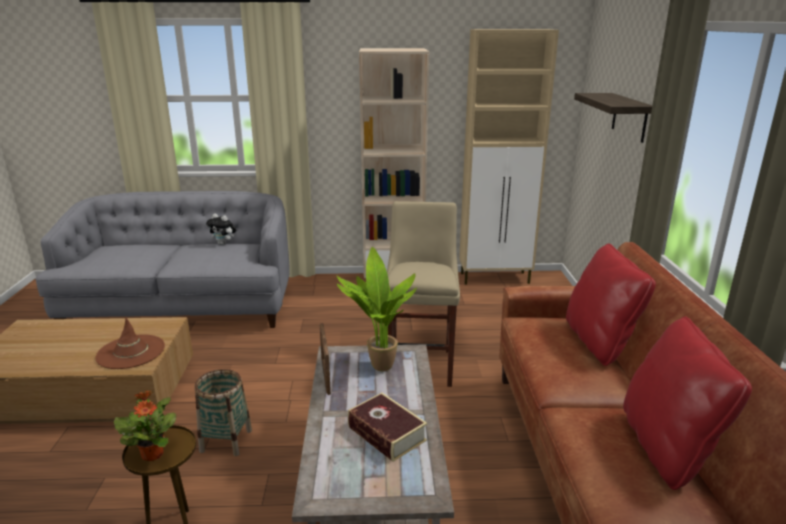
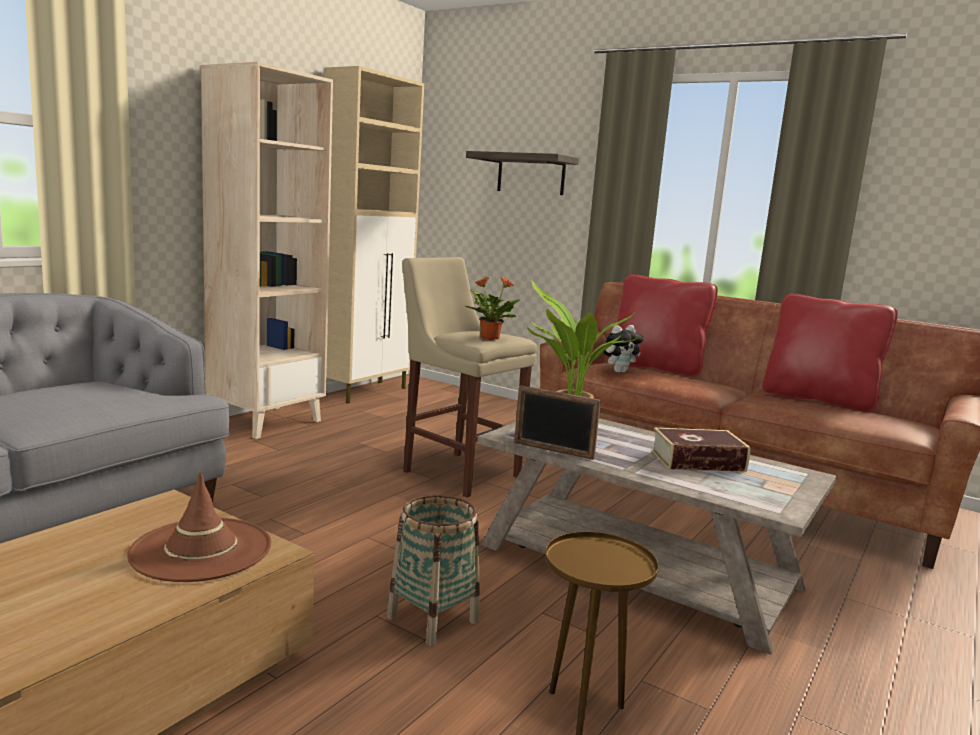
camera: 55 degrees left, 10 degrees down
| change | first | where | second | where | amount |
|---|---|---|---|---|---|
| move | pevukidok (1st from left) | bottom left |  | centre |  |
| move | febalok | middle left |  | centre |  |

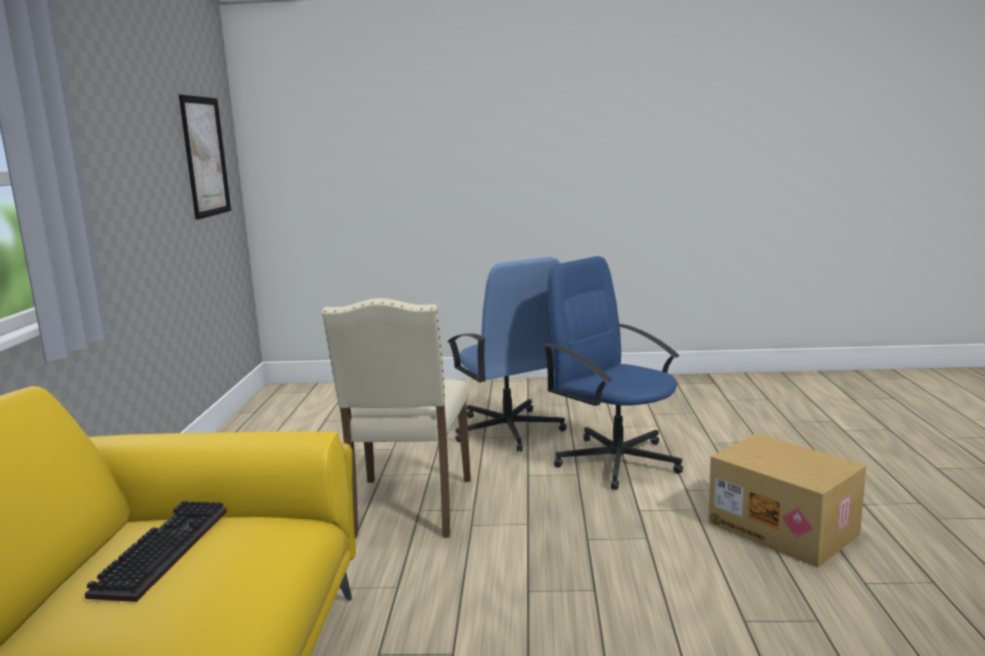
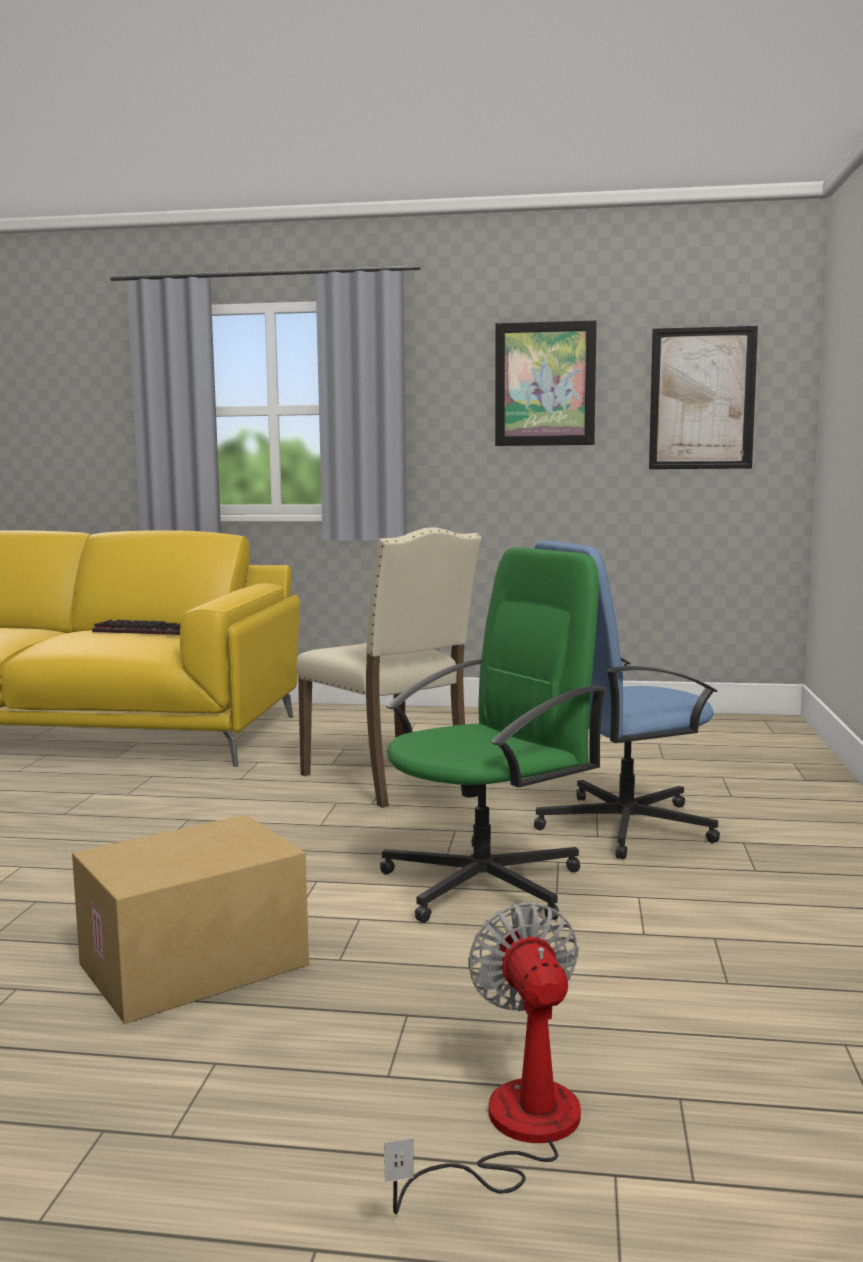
camera: 95 degrees right, 5 degrees down
| change | first | where | second | where | amount |
|---|---|---|---|---|---|
| rotate | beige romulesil | centre |  | centre | 135 degrees counterclockwise |
| recolor | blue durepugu (2nd from left) | centre | green durepugu | centre |  |
| insert |  |  | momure | bottom centre |  |
| insert |  |  | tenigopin (1st from left) | top centre |  |

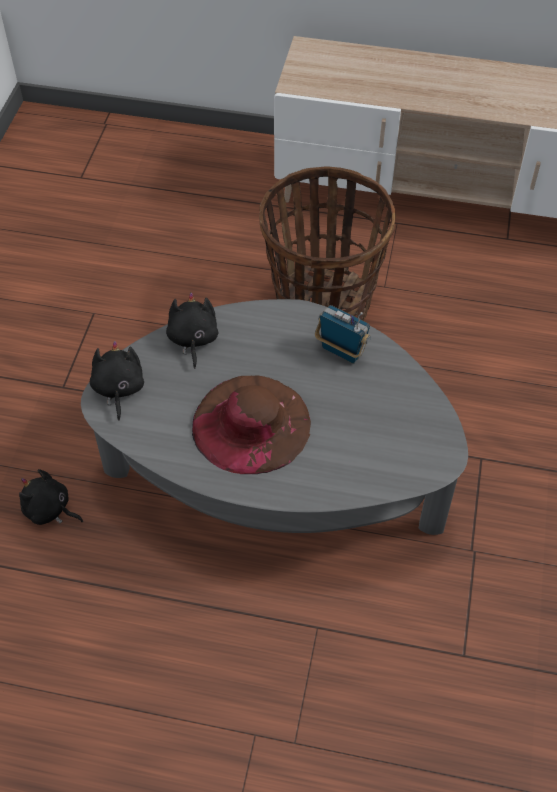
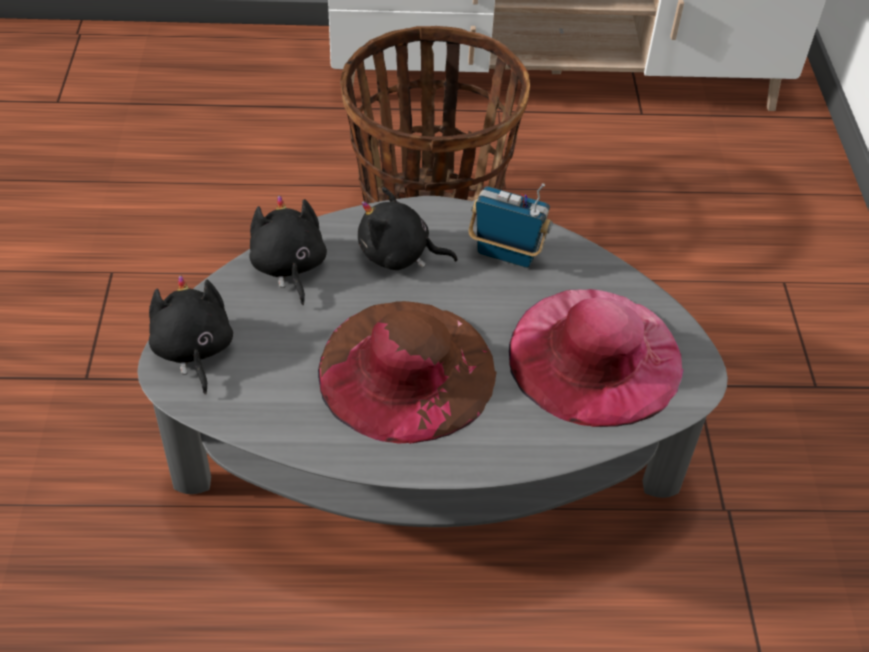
camera: 15 degrees left, 5 degrees down
| change | first | where | second | where | amount |
|---|---|---|---|---|---|
| move | black febalok (1st from left in the first image) | middle left | black febalok (3rd from left) | centre |  |
| insert |  |  | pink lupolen | middle right |  |

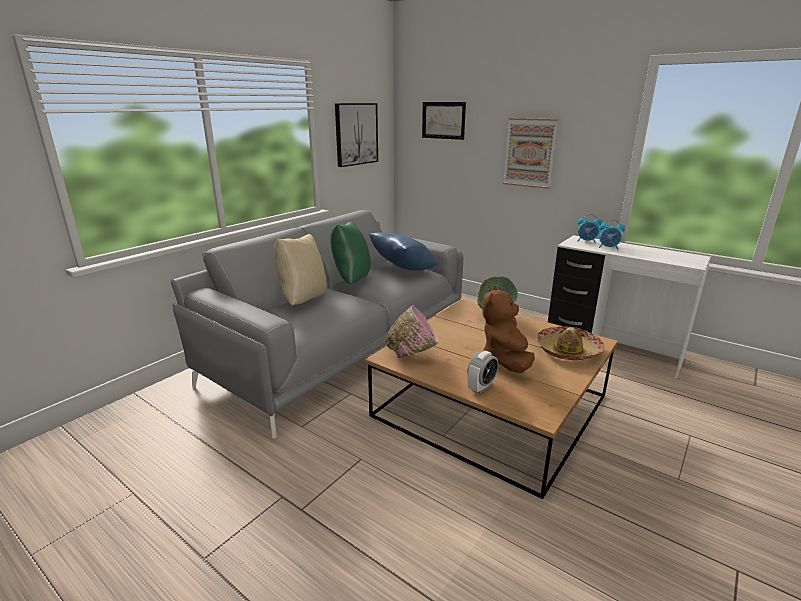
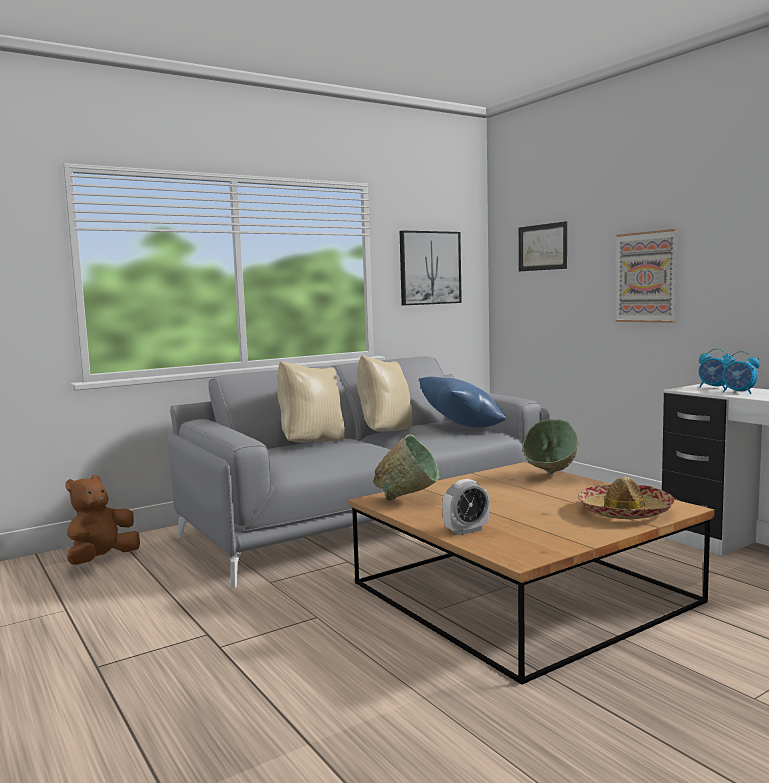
camera: 20 degrees right, 15 degrees down
| change | first | where | second | where | amount |
|---|---|---|---|---|---|
| move | brown febalok | centre |  | middle left |  |
| recolor | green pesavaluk | centre | beige pesavaluk (2nd from left) | centre |  |
| recolor | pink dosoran | centre | green dosoran (1st from left) | centre |  |

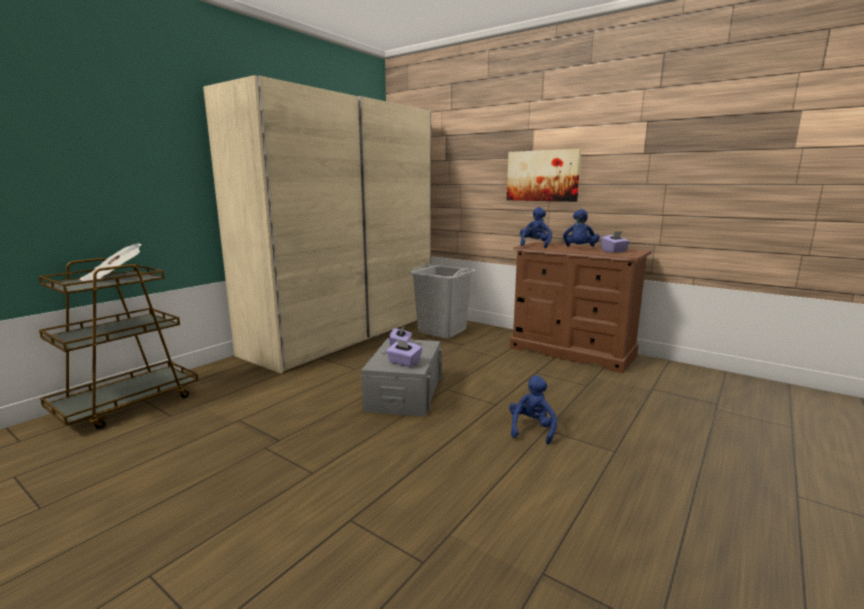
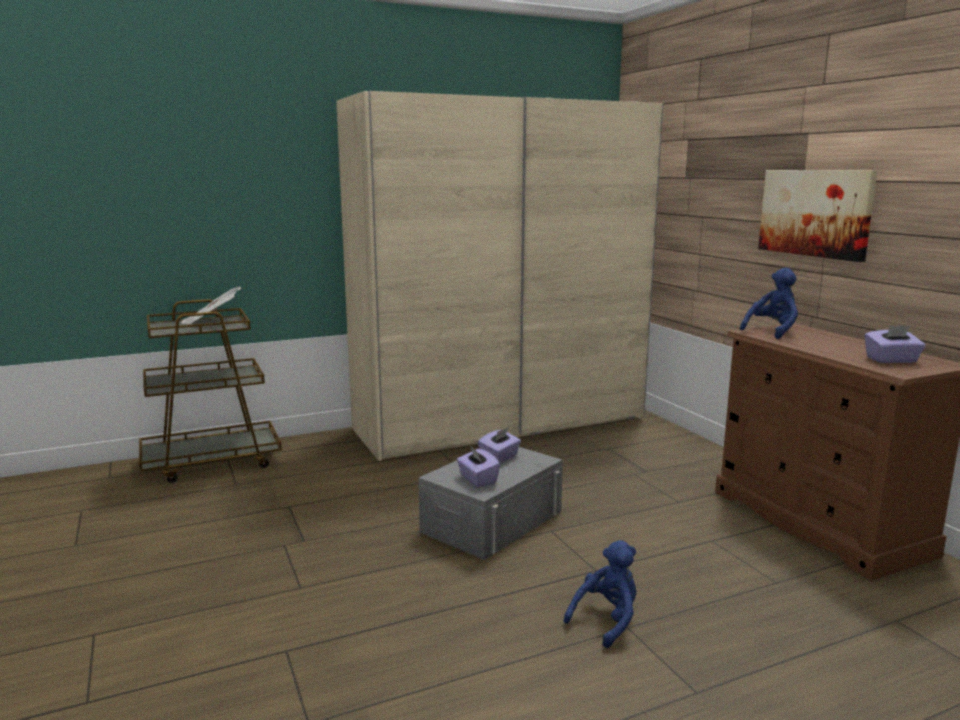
camera: 30 degrees right, 0 degrees up
| change | first | where | second | where | amount |
|---|---|---|---|---|---|
| delete | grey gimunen | centre |  |  |  |
| delete | blue febalok (3rd from left) | middle right |  |  |  |

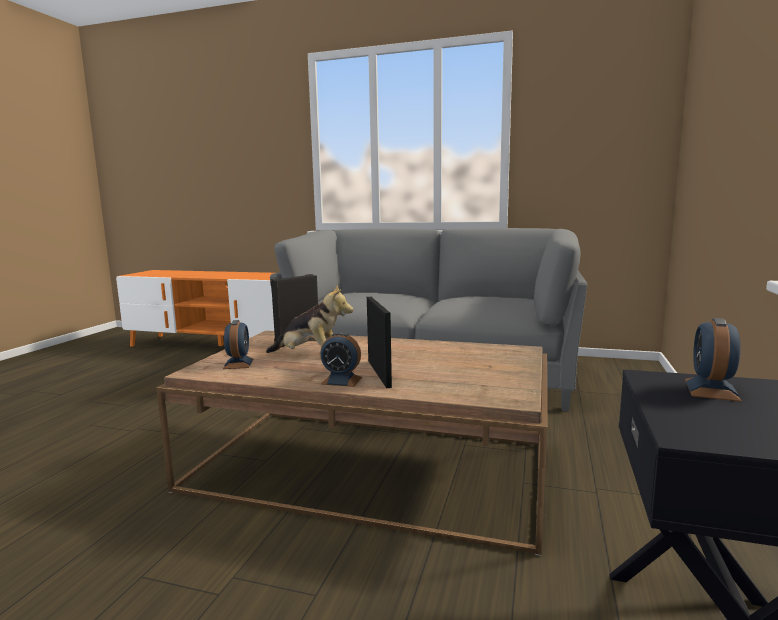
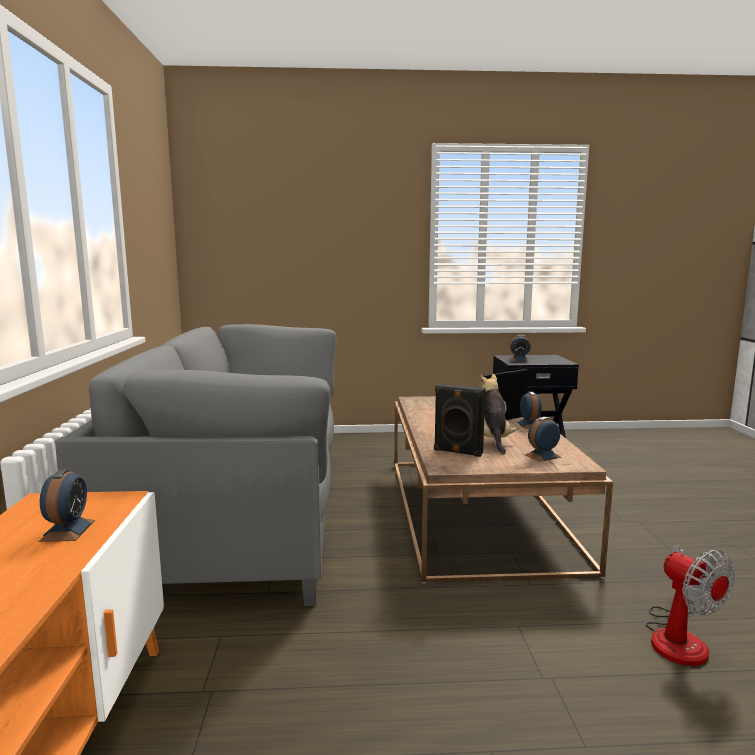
camera: 110 degrees left, 0 degrees up
| change | first | where | second | where | amount |
|---|---|---|---|---|---|
| insert |  |  | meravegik (1st from left) | bottom left |  |
| insert |  |  | momure | bottom right |  |

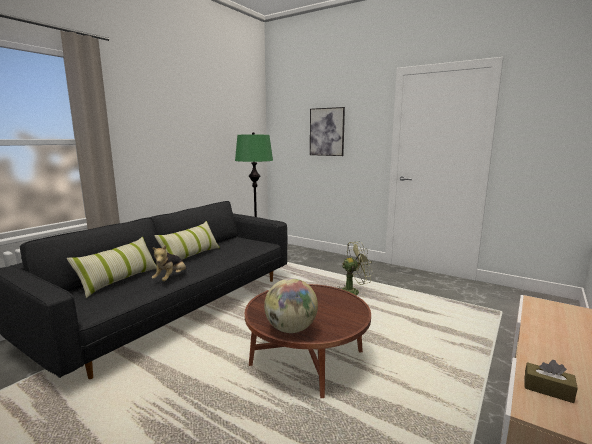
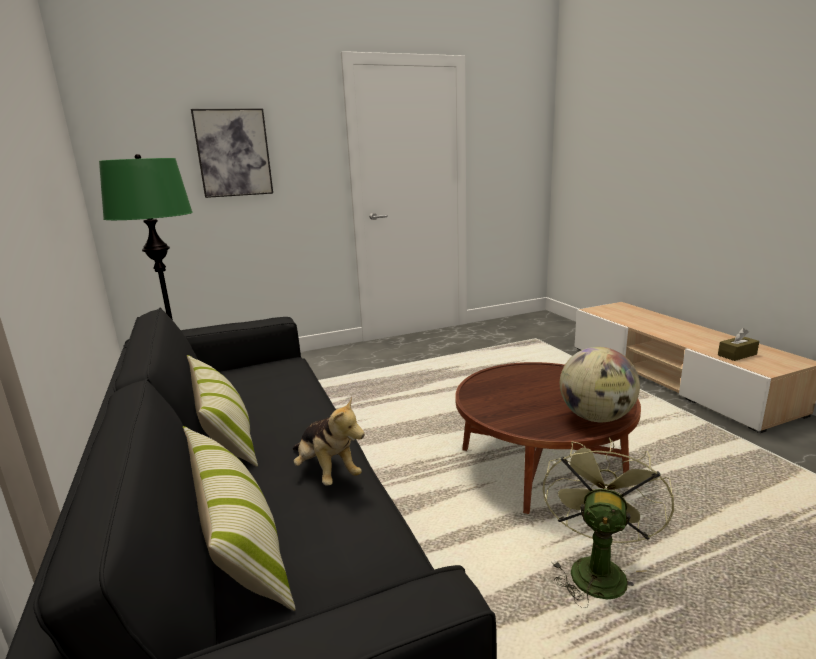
camera: 55 degrees left, 5 degrees up
| change | first | where | second | where | amount |
|---|---|---|---|---|---|
| move | green momure | centre |  | bottom right |  |

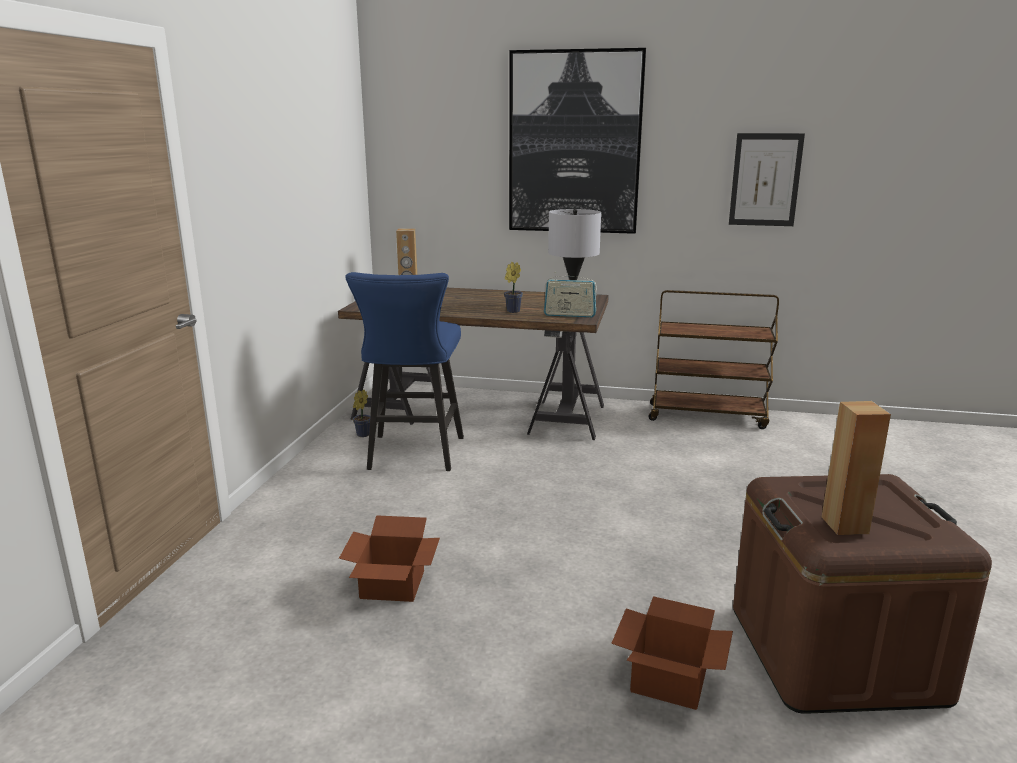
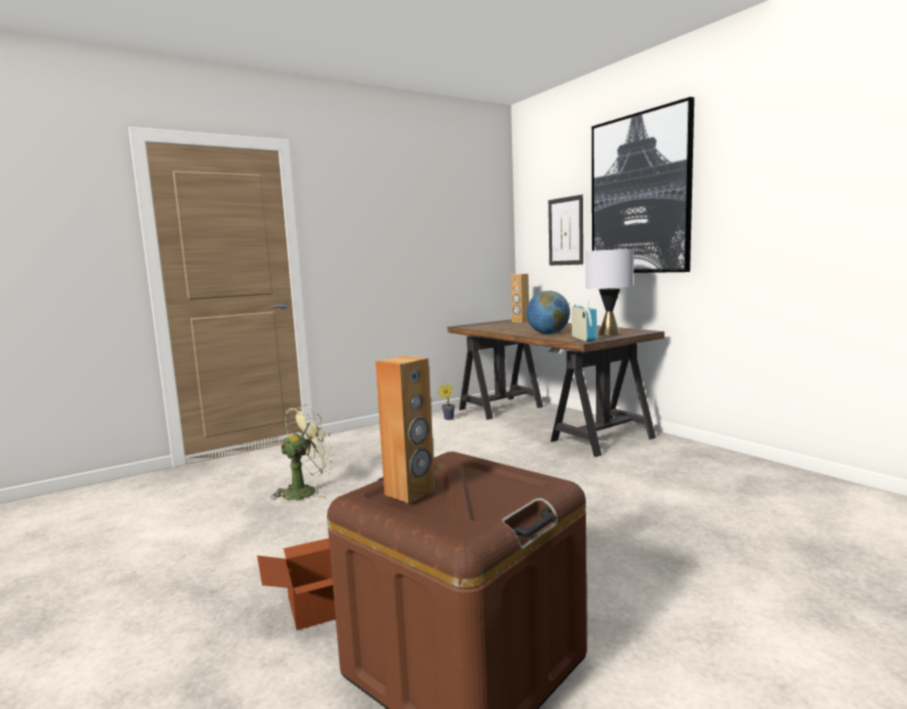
camera: 45 degrees right, 10 degrees down
| change | first | where | second | where | amount |
|---|---|---|---|---|---|
| replace | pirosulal (1st from left) | bottom centre | green momure | middle left |  |
| replace | pevukidok (2nd from left) | centre | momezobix | centre |  |
| move | tenigopin (2nd from left in the first image) | top right | tenigopin (1st from left) | top centre |  |
| rotate | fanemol | centre |  | centre | 150 degrees counterclockwise |
| delete | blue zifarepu | centre |  |  |  |
| delete | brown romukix | middle right |  |  |  |

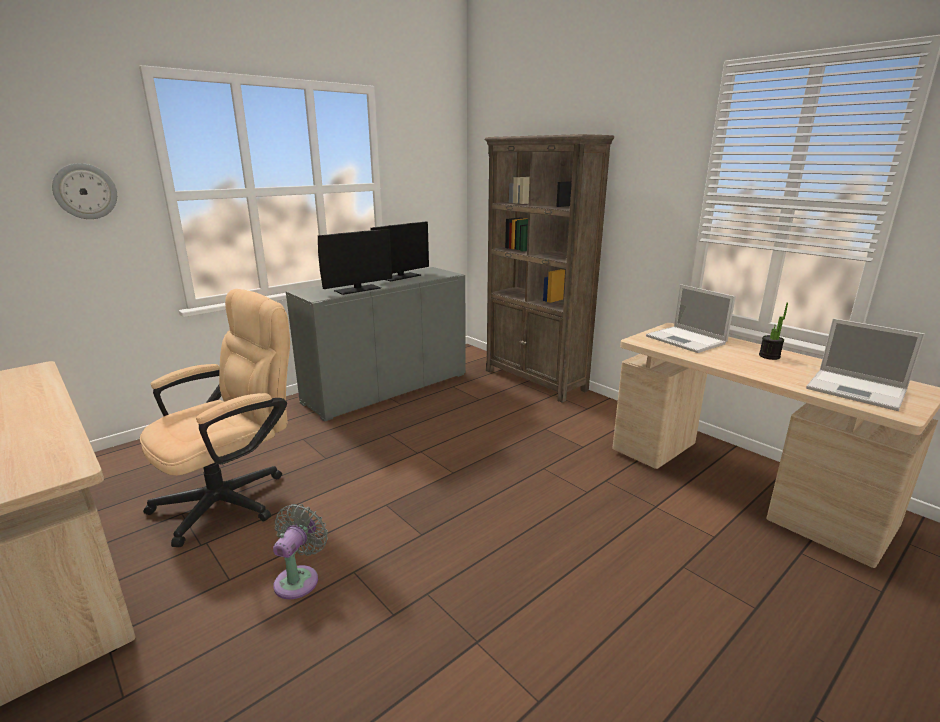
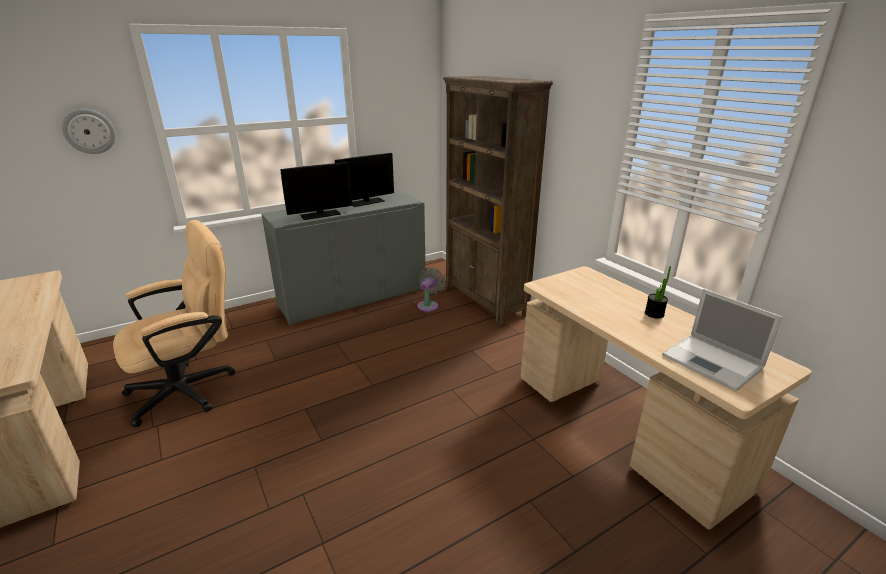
camera: 10 degrees right, 5 degrees up
| change | first | where | second | where | amount |
|---|---|---|---|---|---|
| move | grey momure | bottom left |  | centre |  |
| delete | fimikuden (1st from left) | middle right |  |  |  |

